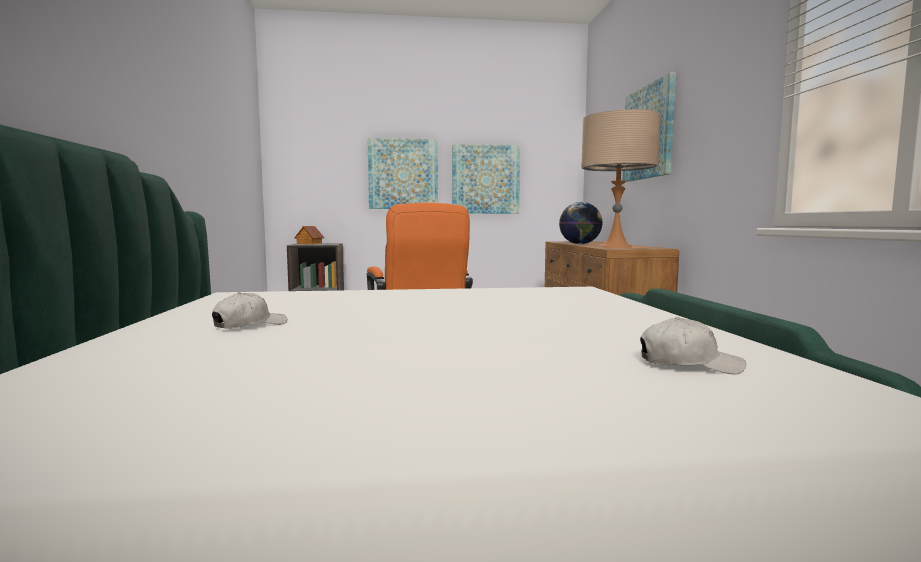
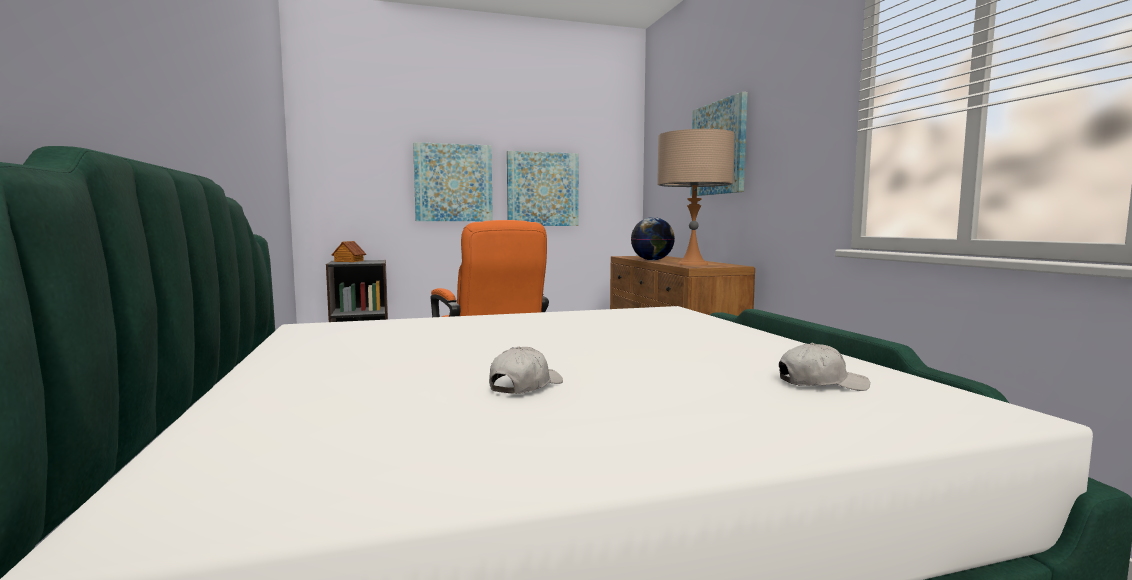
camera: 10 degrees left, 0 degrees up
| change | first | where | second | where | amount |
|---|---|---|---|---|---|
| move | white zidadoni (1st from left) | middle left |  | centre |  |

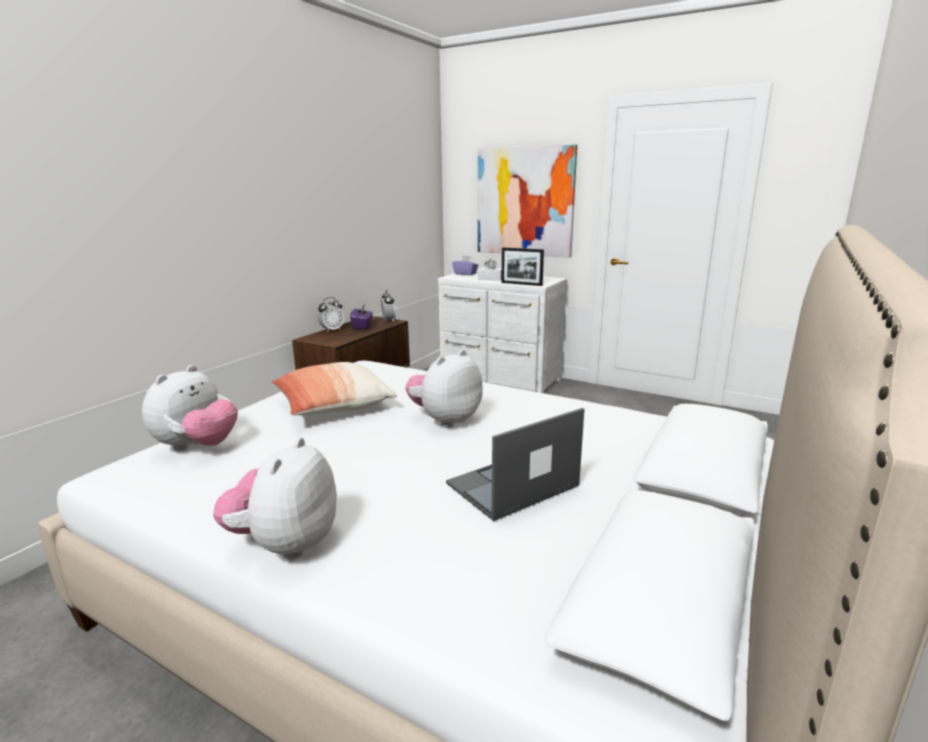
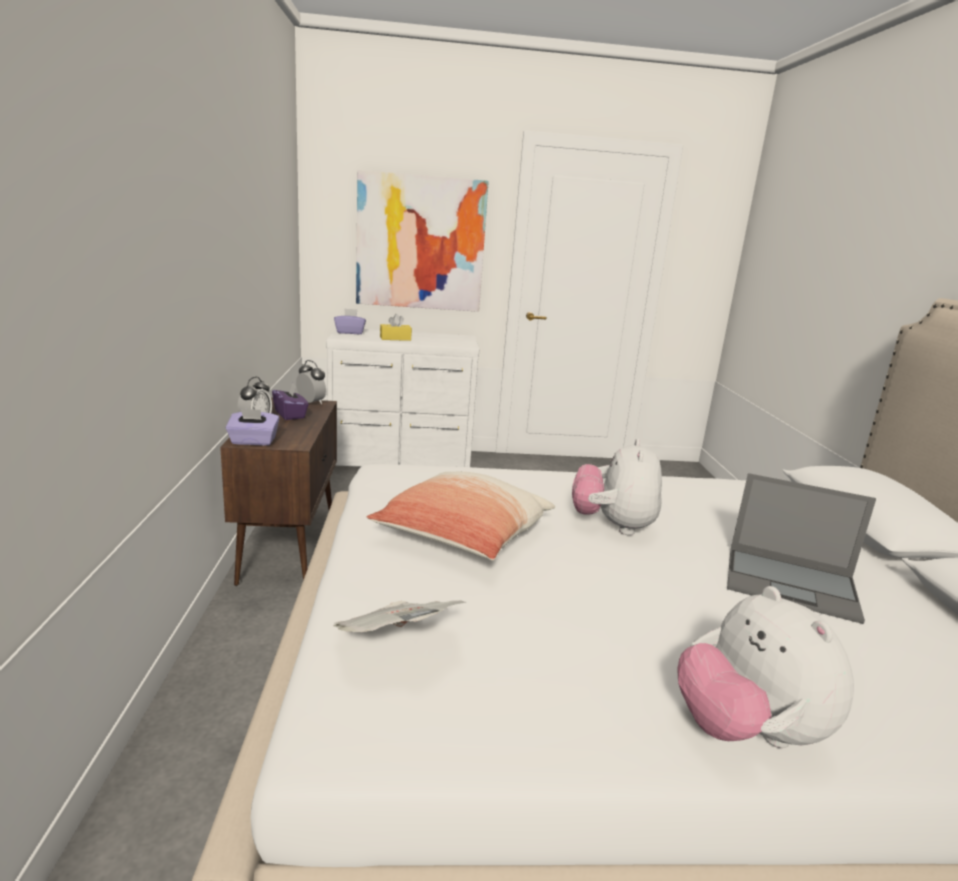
camera: 35 degrees left, 0 degrees up
| change | first | where | second | where | amount |
|---|---|---|---|---|---|
| insert |  |  | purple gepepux (1st from left) | middle left |  |
| replace | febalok (1st from left) | middle left | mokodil | bottom centre |  |
| recolor | white gepepux | centre | yellow gepepux | centre |  |
| rotate | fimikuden | centre |  | middle right | 90 degrees counterclockwise |
| delete | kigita | centre |  |  |  |

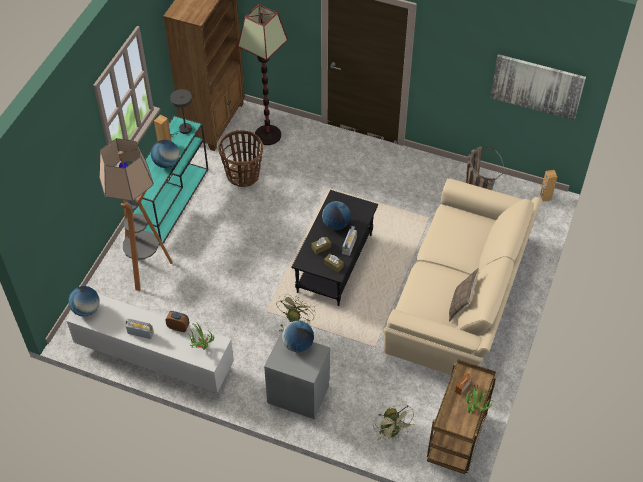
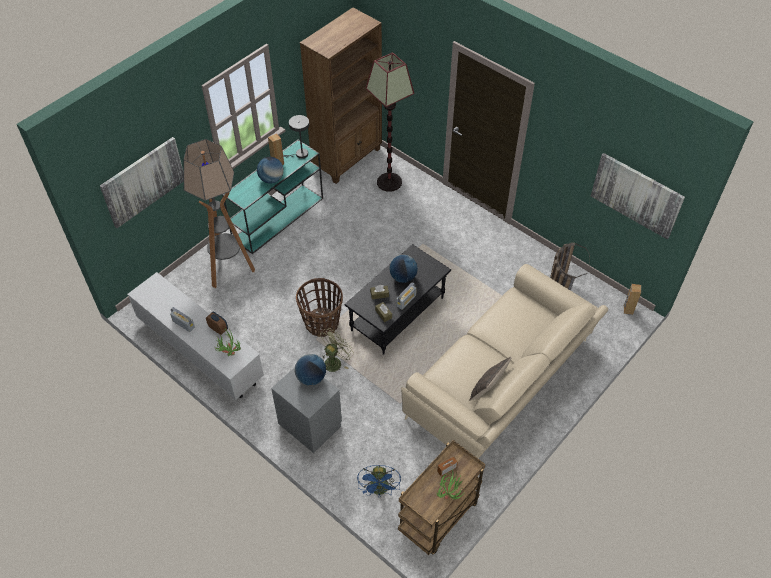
camera: 20 degrees right, 0 degrees up
| change | first | where | second | where | amount |
|---|---|---|---|---|---|
| insert |  |  | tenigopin (1st from left) | top left |  |
| move | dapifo (1st from left) | top centre |  | centre |  |
| recolor | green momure (2nd from left) | bottom centre | blue momure | bottom centre |  |
| delete | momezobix (1st from left) | middle left |  |  |  |

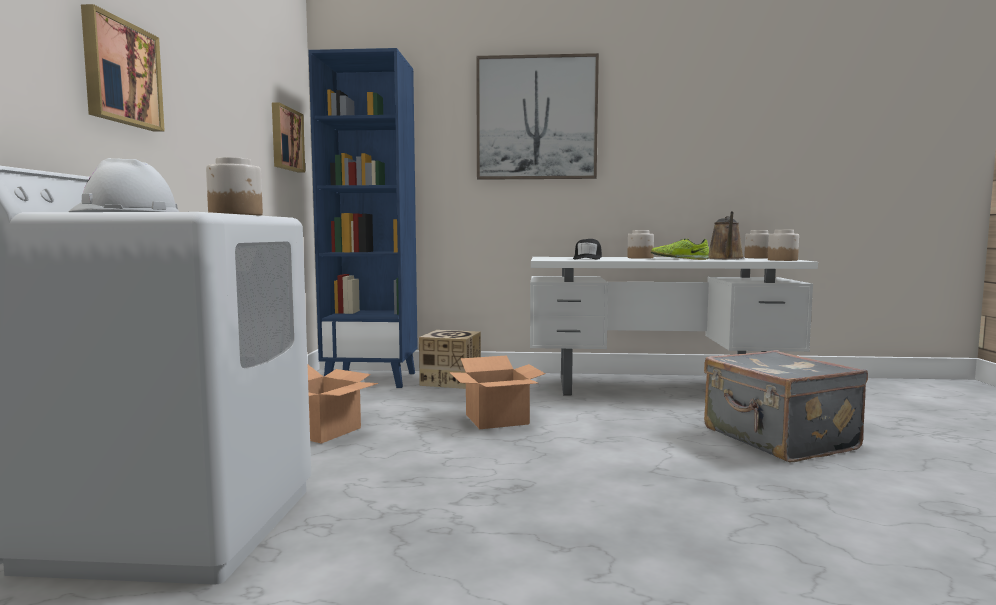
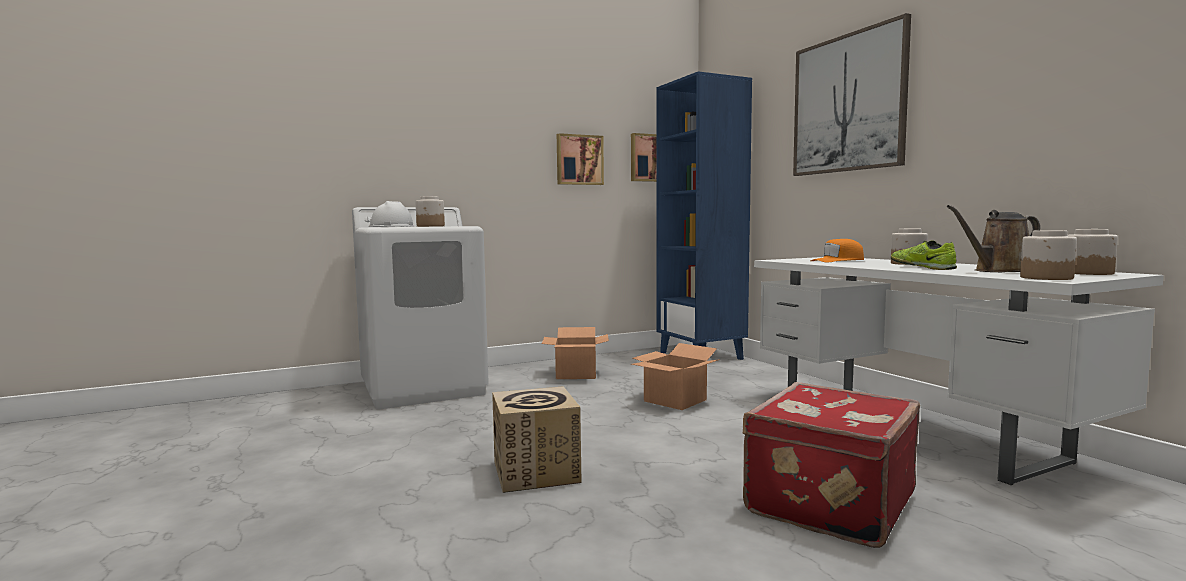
camera: 60 degrees right, 0 degrees up
| change | first | where | second | where | amount |
|---|---|---|---|---|---|
| move | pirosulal (2nd from left in the first image) | centre | pirosulal (1st from left) | bottom centre |  |
| move | tenigopin (1st from left) | top left |  | top centre |  |
| recolor | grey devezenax | bottom right | red devezenax | bottom right |  |
| recolor | black zidadoni | centre | orange zidadoni | middle right |  |

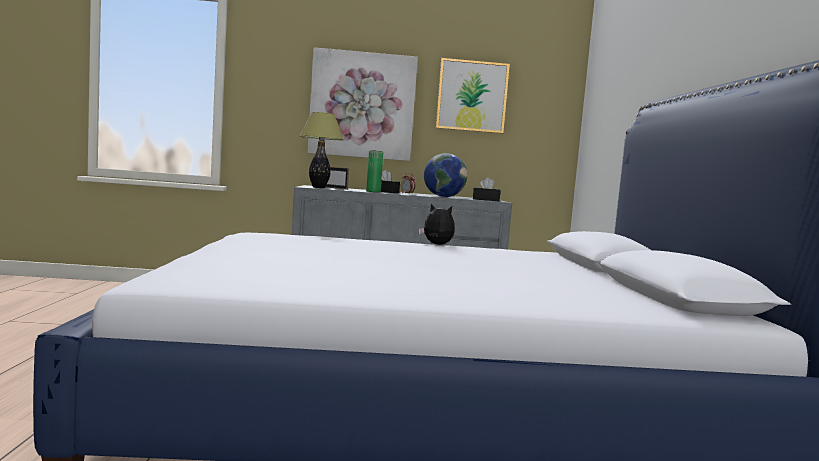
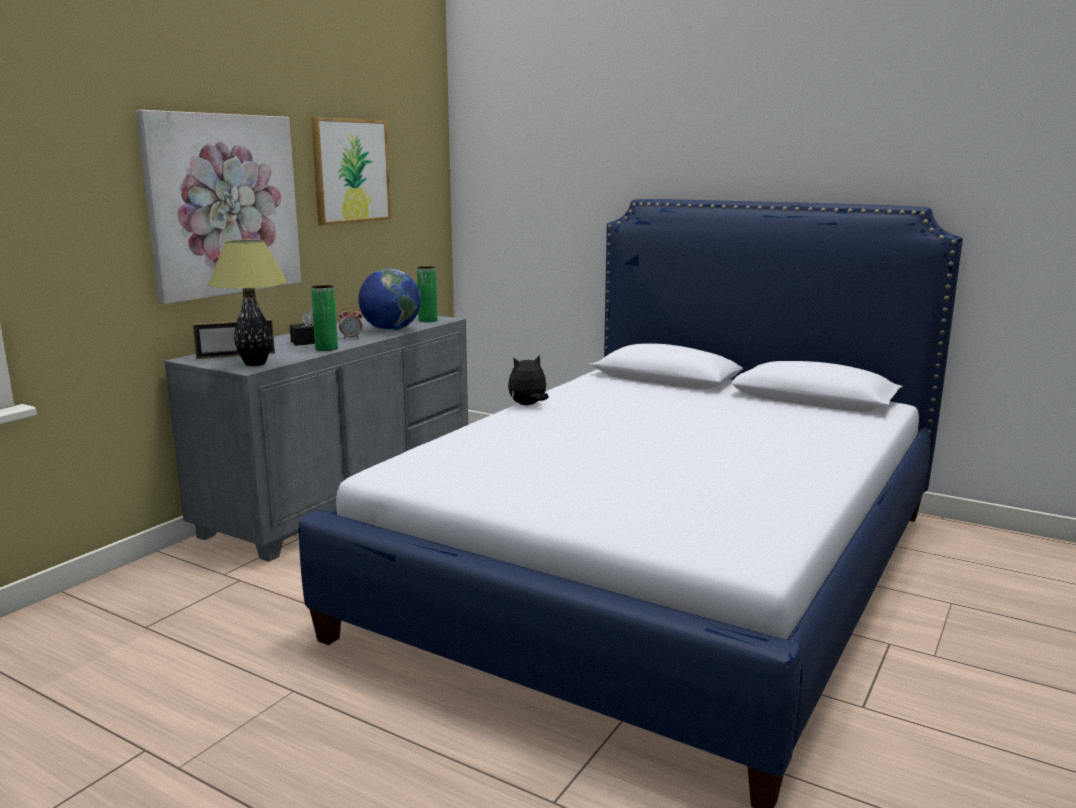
camera: 55 degrees left, 10 degrees up
| change | first | where | second | where | amount |
|---|---|---|---|---|---|
| replace | black gepepux (2nd from left) | centre | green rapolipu (2nd from left) | centre |  |

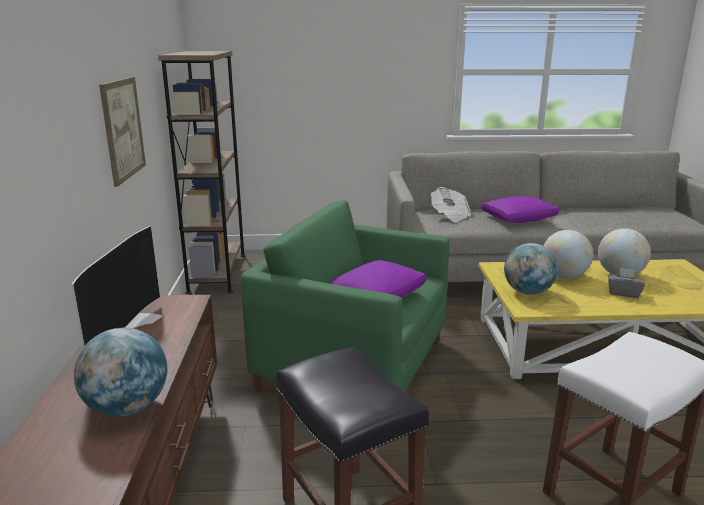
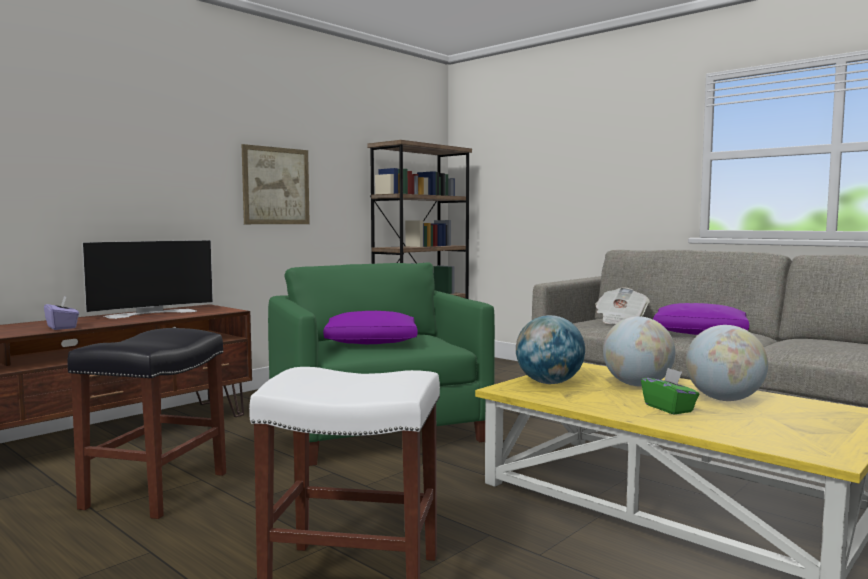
camera: 45 degrees right, 15 degrees down
| change | first | where | second | where | amount |
|---|---|---|---|---|---|
| replace | momezobix (1st from left) | bottom left | purple gepepux | middle left |  |
| recolor | grey gepepux | middle right | green gepepux | bottom right |  |

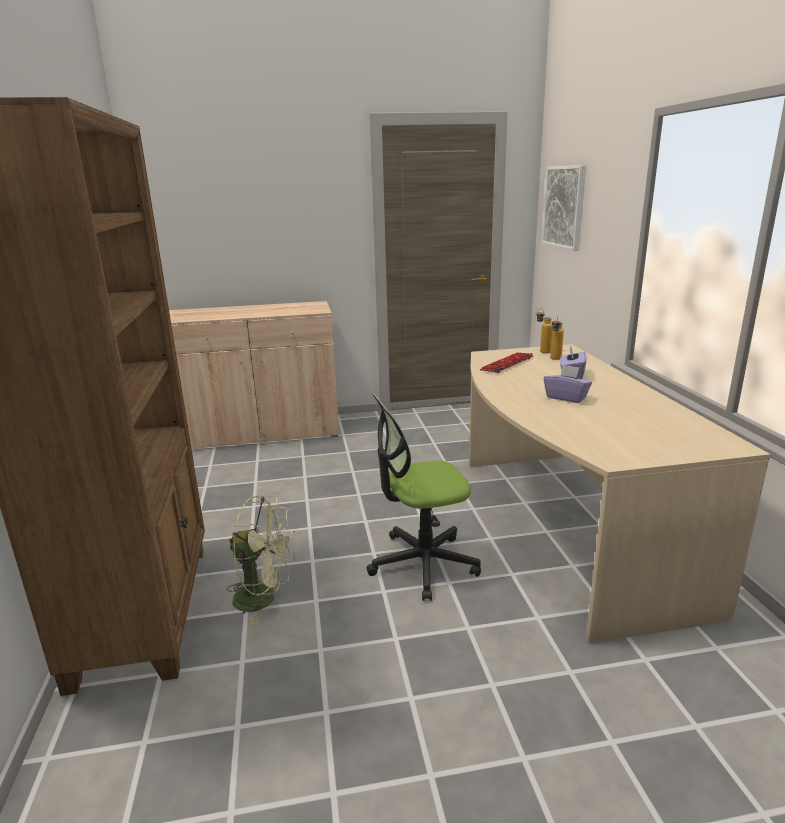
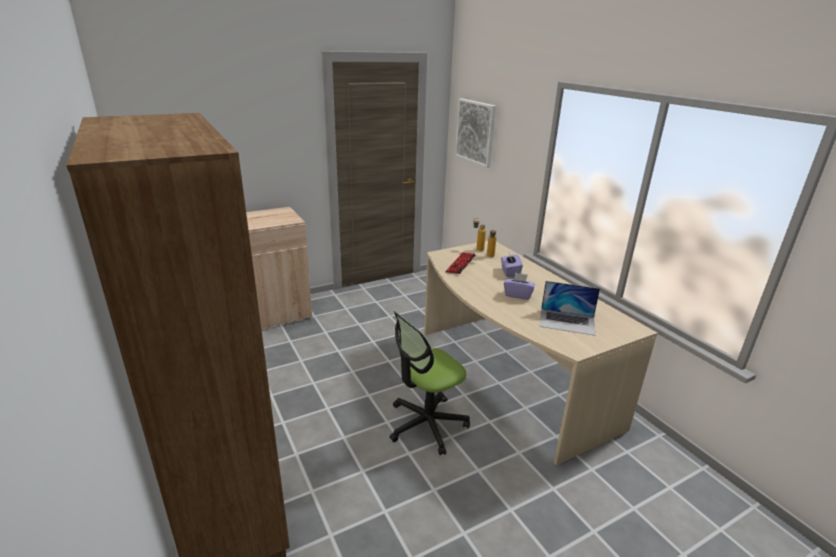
camera: 20 degrees left, 5 degrees up
| change | first | where | second | where | amount |
|---|---|---|---|---|---|
| insert |  |  | fimikuden | middle right |  |
| delete | green momure | bottom left |  |  |  |

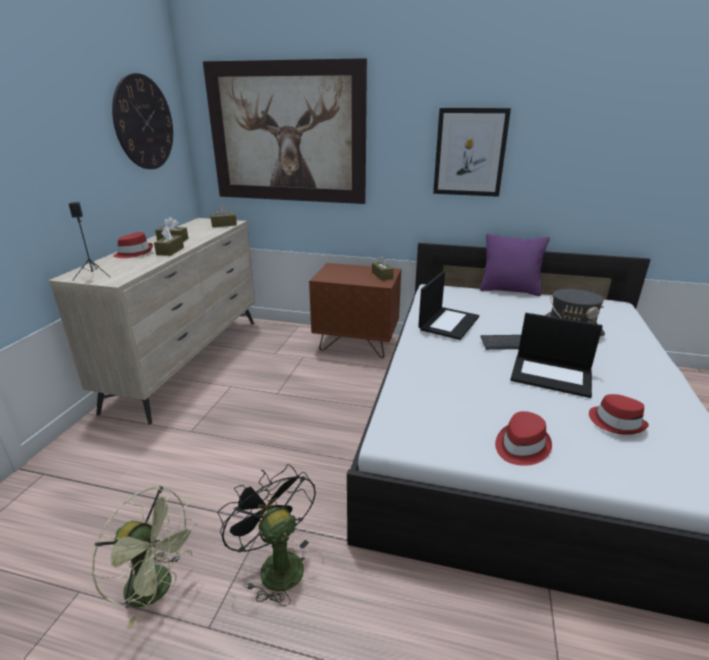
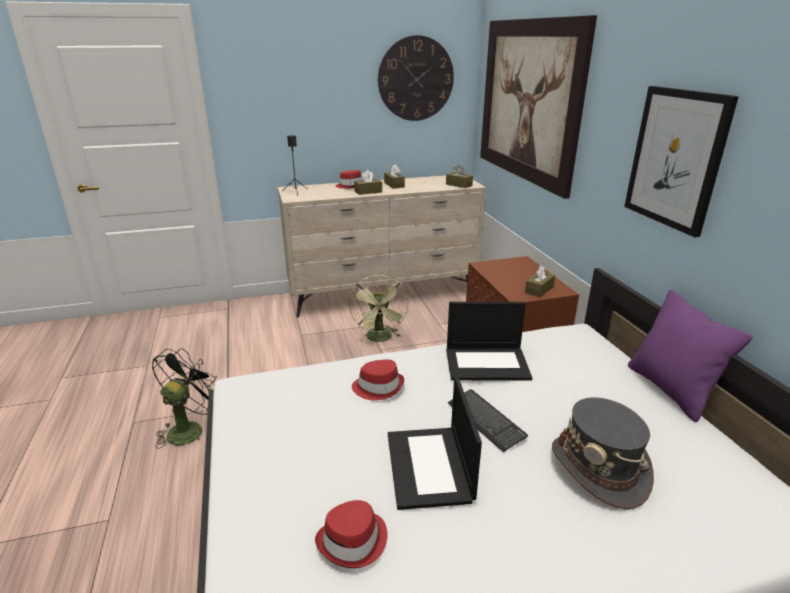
camera: 60 degrees right, 0 degrees up
| change | first | where | second | where | amount |
|---|---|---|---|---|---|
| move | green momure | bottom left |  | centre |  |
| move | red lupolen (2nd from left in the first image) | middle right | red lupolen (3rd from left) | centre |  |

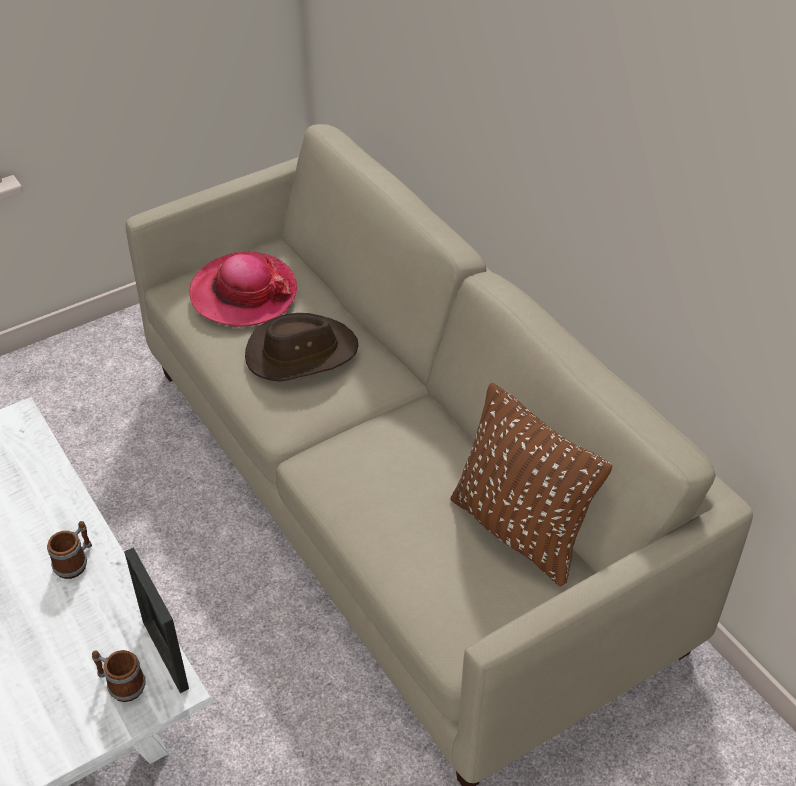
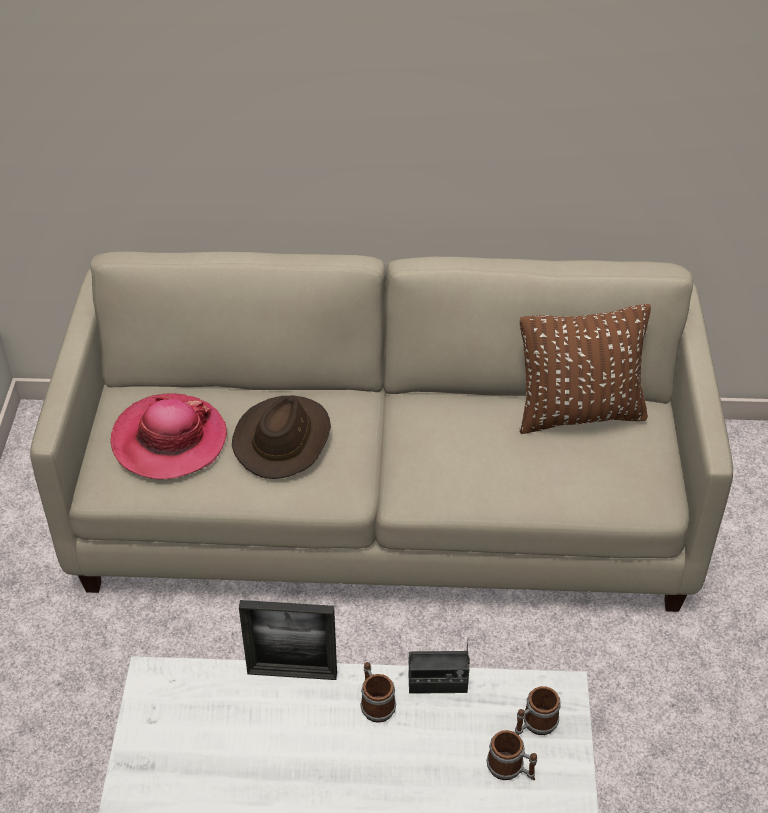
camera: 55 degrees left, 0 degrees up
| change | first | where | second | where | amount |
|---|---|---|---|---|---|
| move | kigita | bottom left |  | bottom centre |  |
| insert |  |  | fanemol | bottom centre |  |
| insert |  |  | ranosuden (2nd from left) | bottom right |  |

